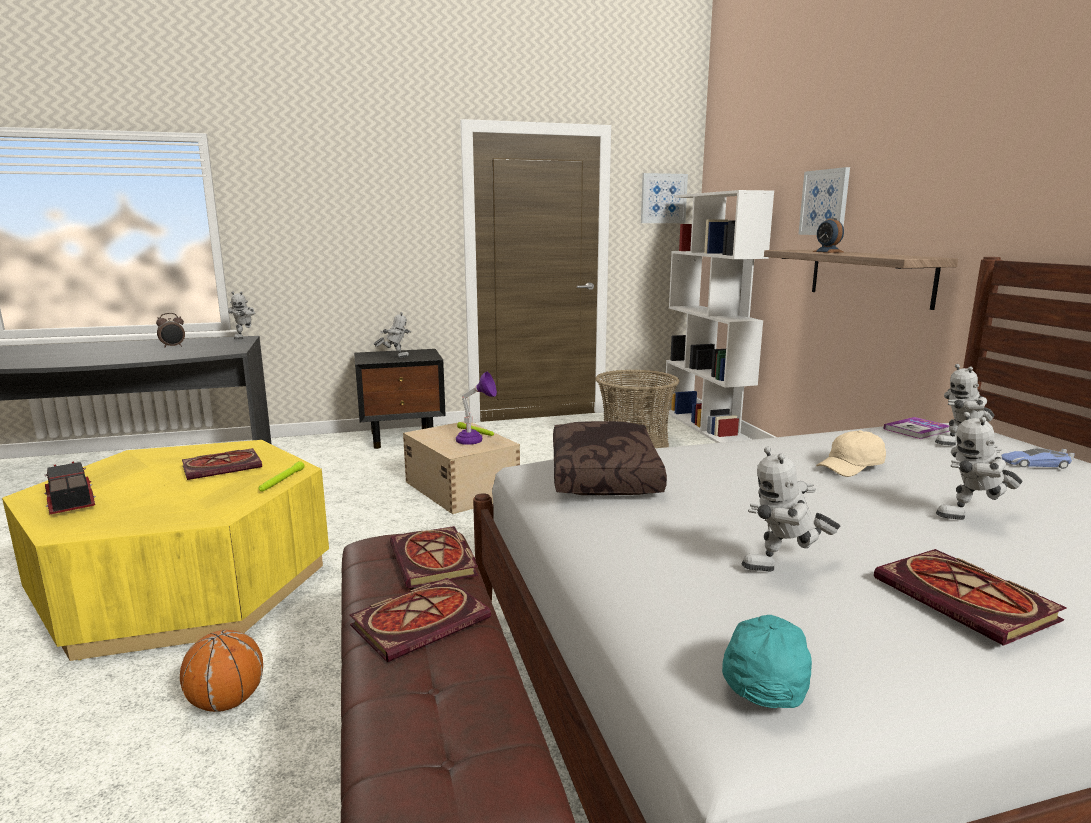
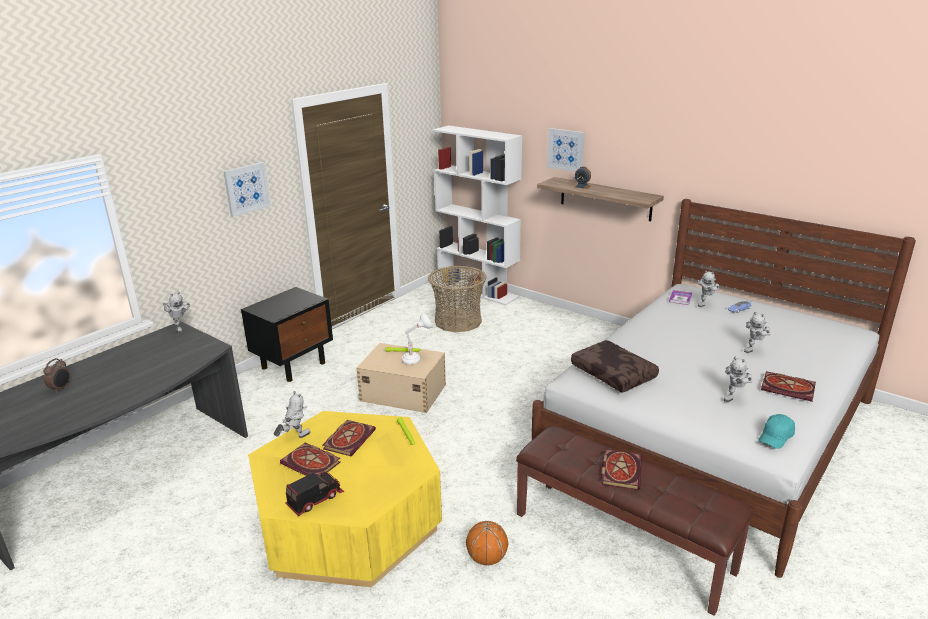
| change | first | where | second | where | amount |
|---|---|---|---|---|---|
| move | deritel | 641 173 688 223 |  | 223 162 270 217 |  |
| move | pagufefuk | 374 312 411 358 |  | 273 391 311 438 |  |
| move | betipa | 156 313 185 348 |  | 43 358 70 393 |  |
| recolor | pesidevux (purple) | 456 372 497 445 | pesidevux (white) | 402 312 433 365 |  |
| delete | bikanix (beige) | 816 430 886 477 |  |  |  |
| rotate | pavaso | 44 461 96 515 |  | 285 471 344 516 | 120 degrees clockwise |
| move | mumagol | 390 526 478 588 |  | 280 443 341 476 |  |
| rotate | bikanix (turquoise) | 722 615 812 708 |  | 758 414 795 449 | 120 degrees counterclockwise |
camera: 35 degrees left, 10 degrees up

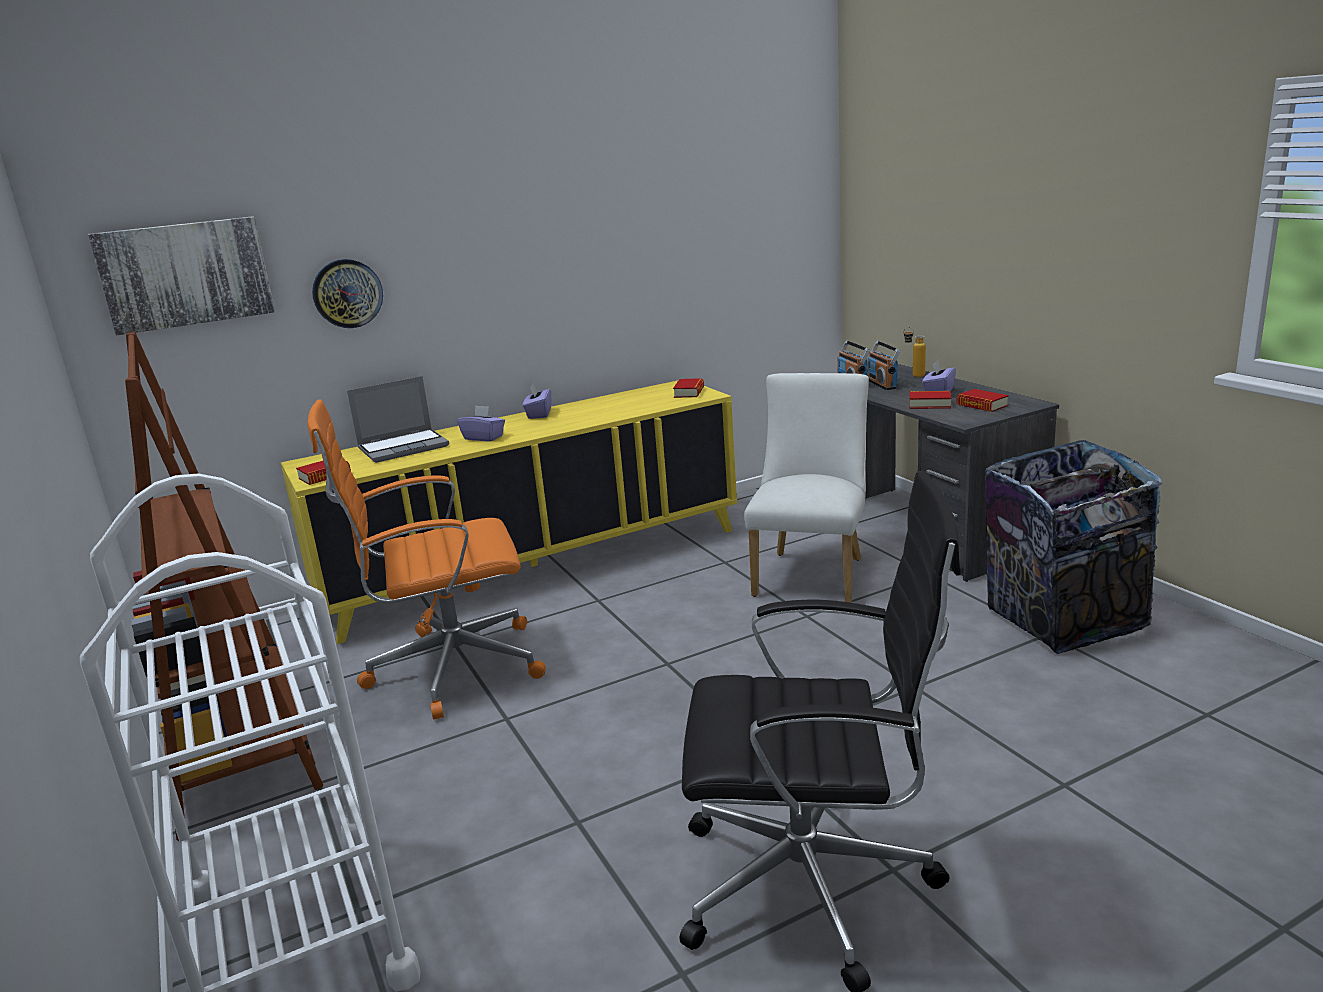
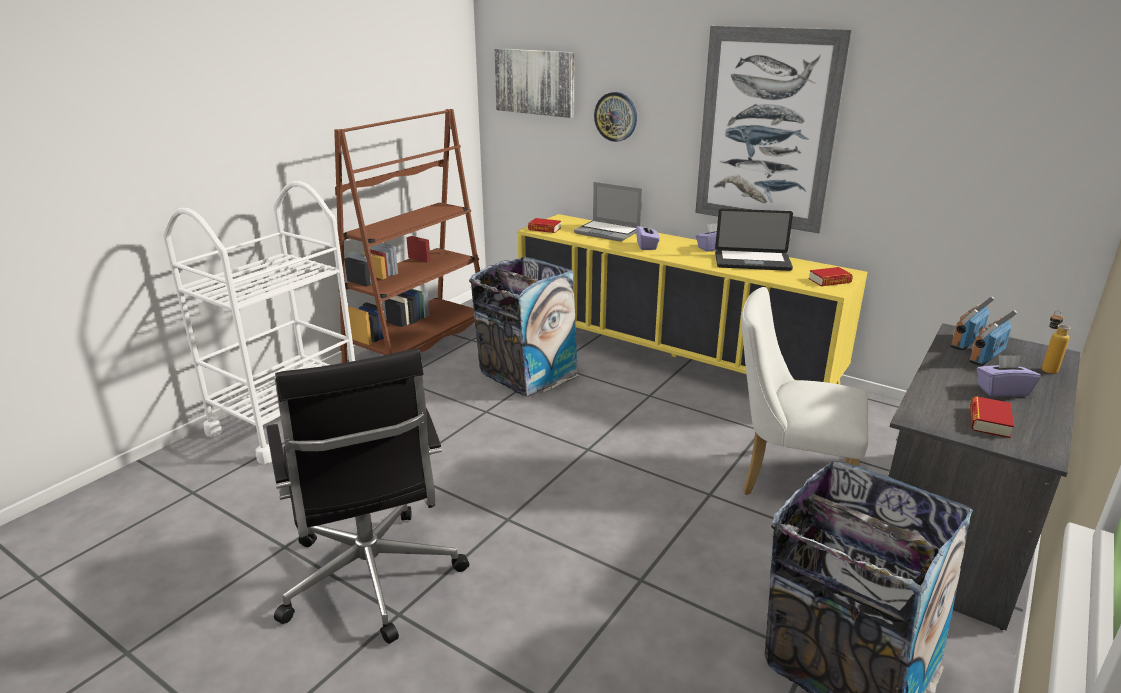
| change | first | where | second | where | amount |
|---|---|---|---|---|---|
| rotate | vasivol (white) | 744 373 869 603 |  | 741 287 868 495 | 150 degrees counterclockwise |
| delete | mumagol | 909 391 951 409 |  |  |  |
| replace | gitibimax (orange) | 307 399 546 719 | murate | 469 257 579 397 |  |
| insert |  |  | deritel | 695 26 852 233 |  |
| insert |  |  | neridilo | 715 209 793 271 |  |
camera: 60 degrees right, 5 degrees up

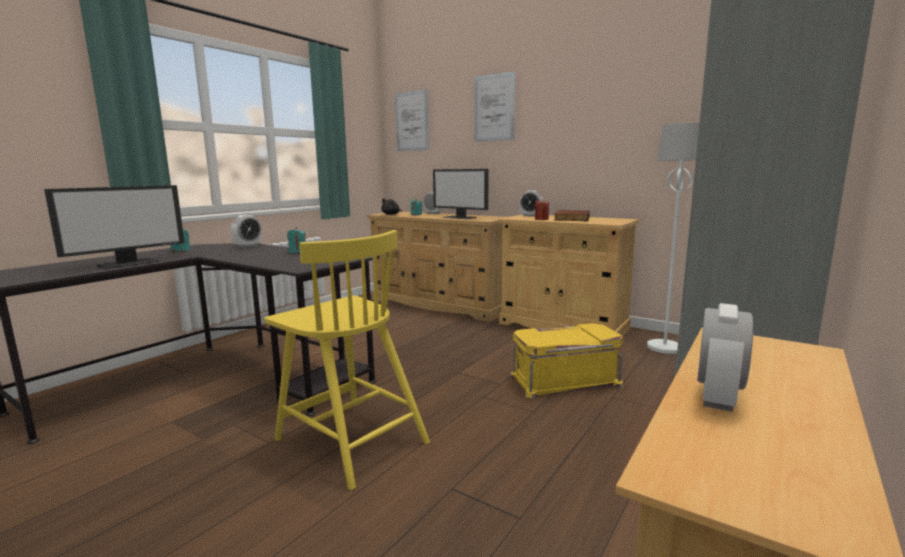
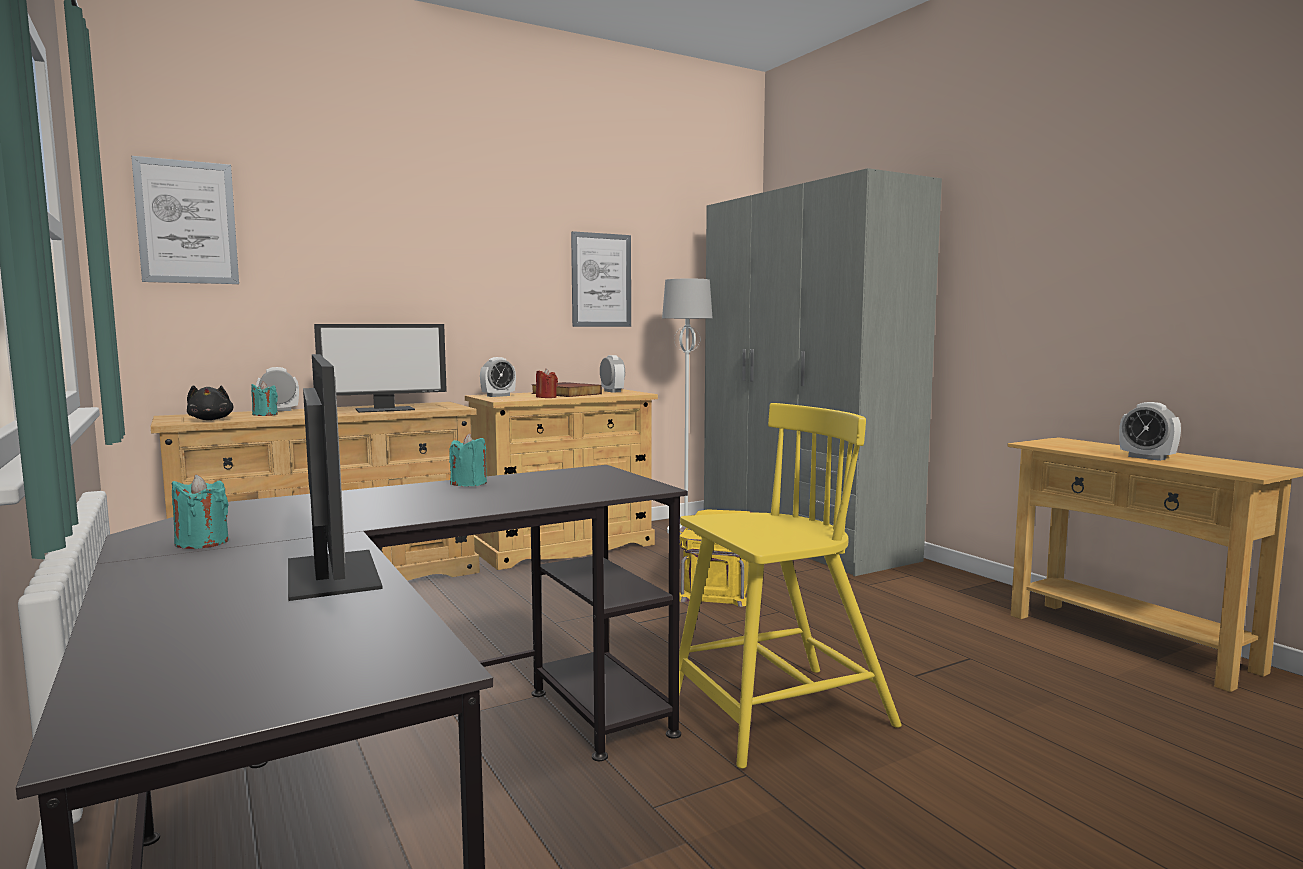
| change | first | where | second | where | amount |
|---|---|---|---|---|---|
| move | deritel | 475 71 515 141 |  | 571 231 631 327 |  |
| move | betipa | 231 215 262 248 |  | 600 355 625 393 |  |
camera: 65 degrees left, 5 degrees down

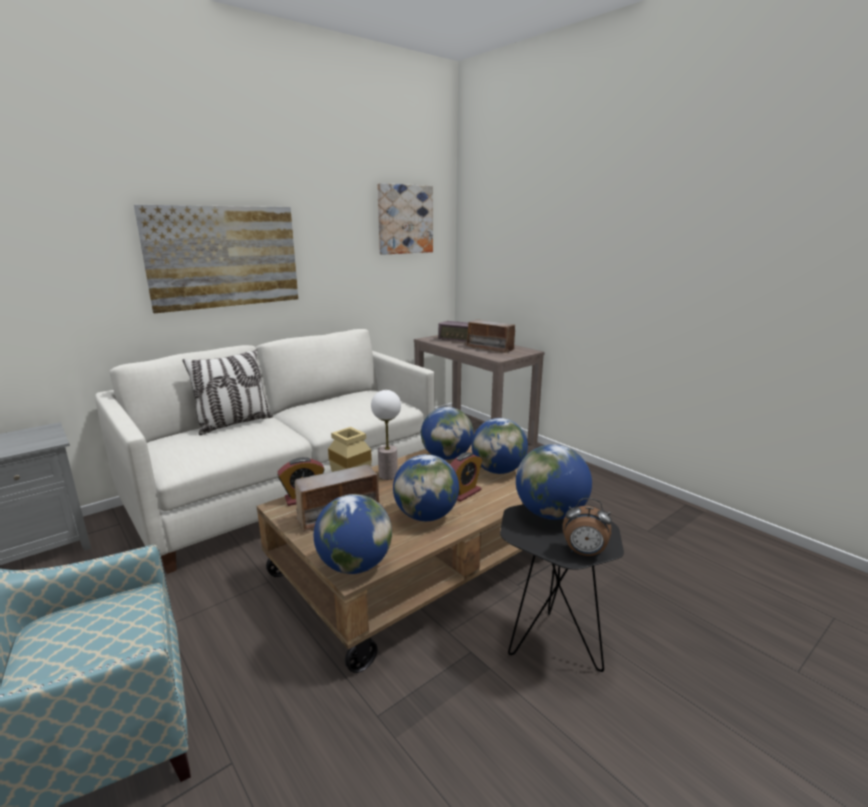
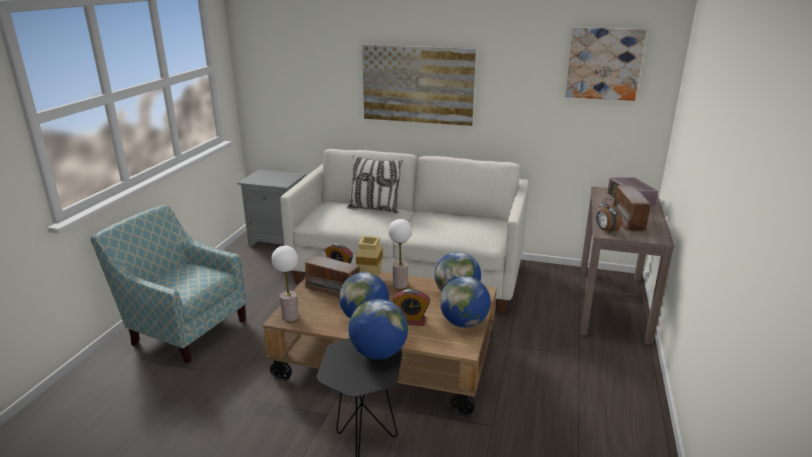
| change | first | where | second | where | amount |
|---|---|---|---|---|---|
| replace | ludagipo | 314 494 392 574 | pesidevux | 271 245 299 321 |  |
| move | betipa | 563 498 612 557 |  | 596 198 622 234 |  |
camera: 55 degrees right, 5 degrees up

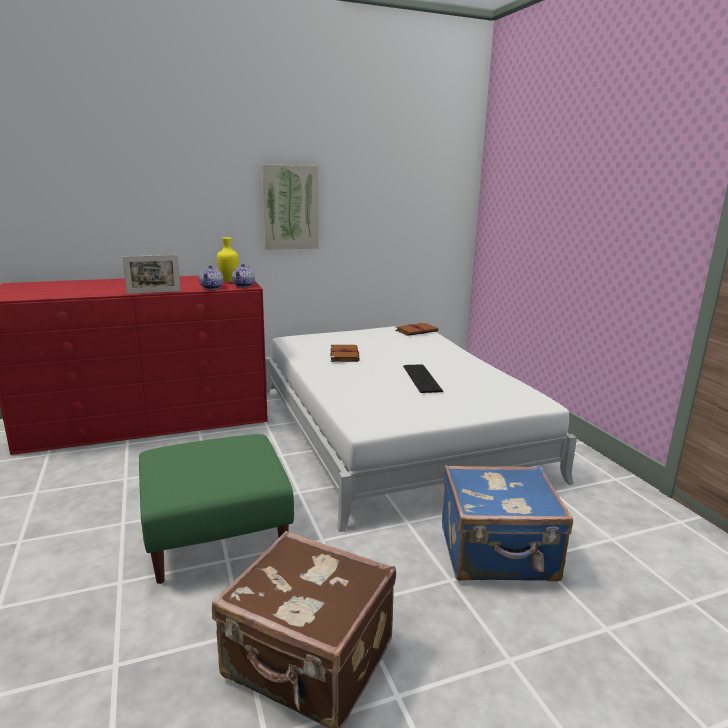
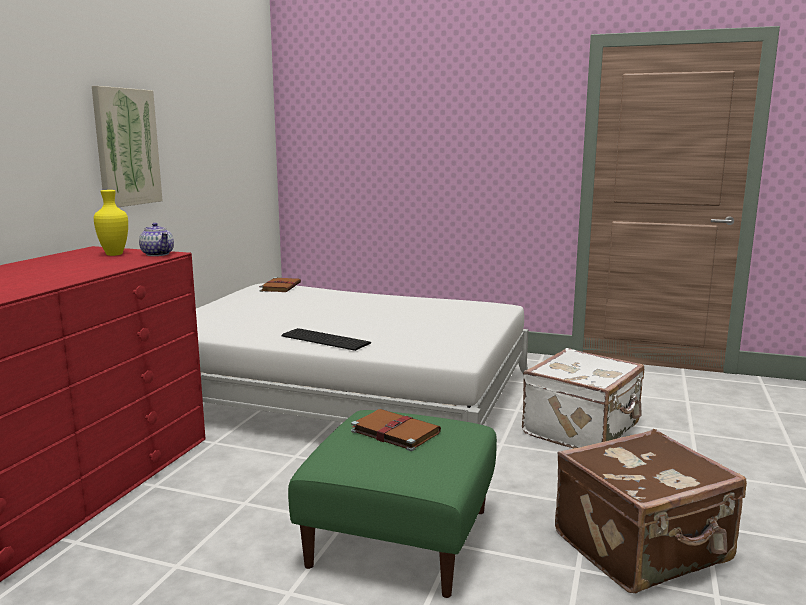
| change | first | where | second | where | amount |
|---|---|---|---|---|---|
| delete | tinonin | 122 255 181 294 |  |  |  |
| delete | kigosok | 199 265 223 289 |  |  |  |
| move | mumagol (brown) | 330 344 360 362 |  | 351 409 441 451 |  |
| move | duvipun | 403 364 444 393 |  | 281 328 371 351 |  |
| recolor | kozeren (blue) | 442 465 573 581 | kozeren (white) | 522 348 644 449 |  |
camera: 50 degrees left, 5 degrees down

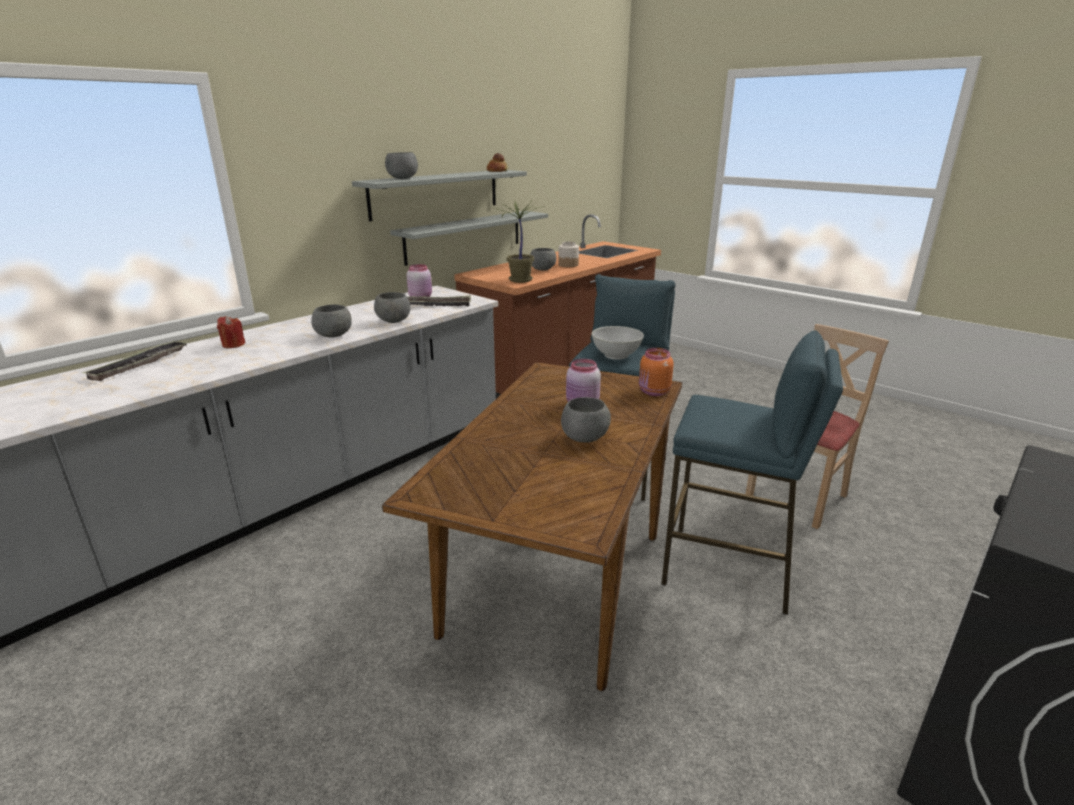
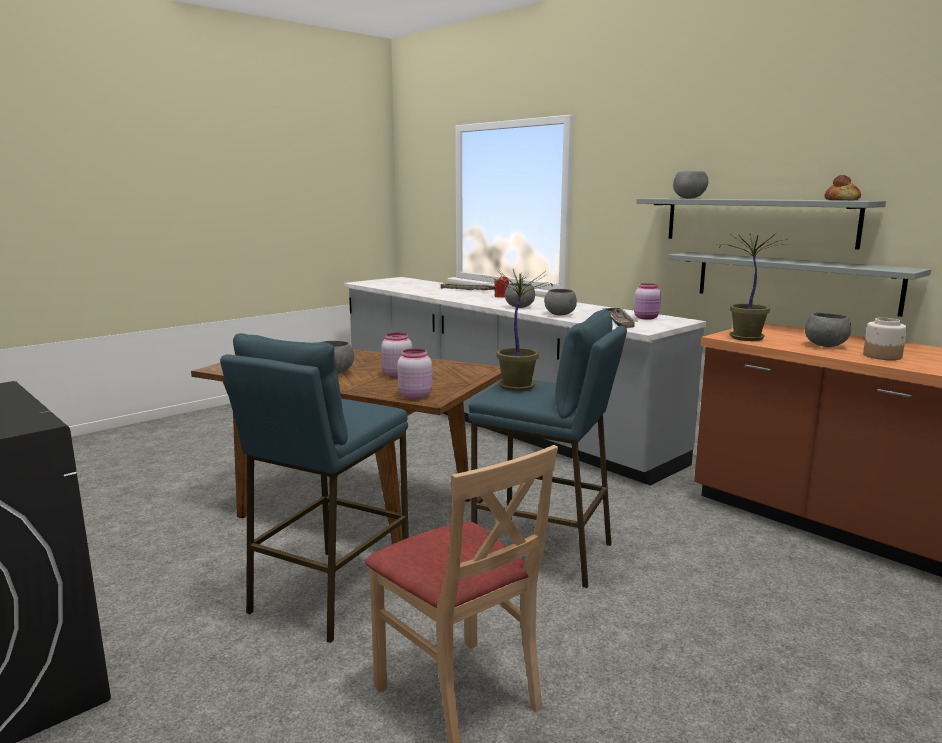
| change | first | where | second | where | amount |
|---|---|---|---|---|---|
| replace | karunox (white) | 592 326 644 360 | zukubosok | 483 269 553 391 |  |
| recolor | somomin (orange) | 639 348 674 396 | somomin (pink) | 397 349 432 399 |  |
camera: 95 degrees right, 10 degrees down

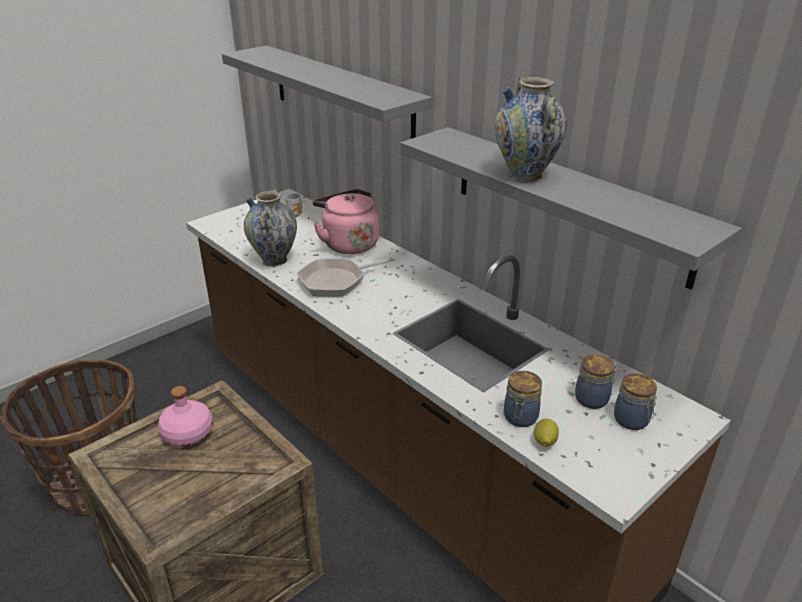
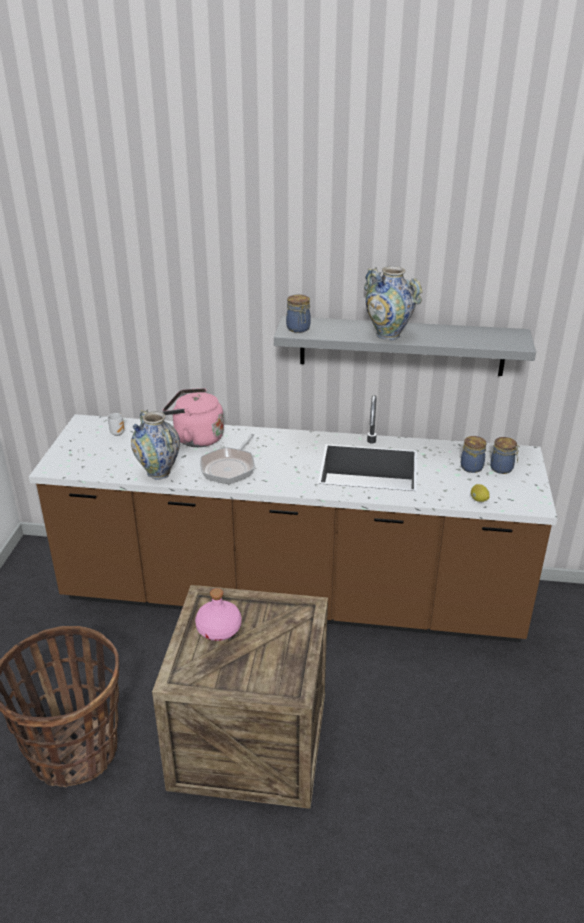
| change | first | where | second | where | amount |
|---|---|---|---|---|---|
| delete | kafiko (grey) | 222 45 432 139 |  |  |  |
| move | somomin | 504 371 542 427 |  | 286 294 311 333 |  |
camera: 40 degrees left, 0 degrees up

